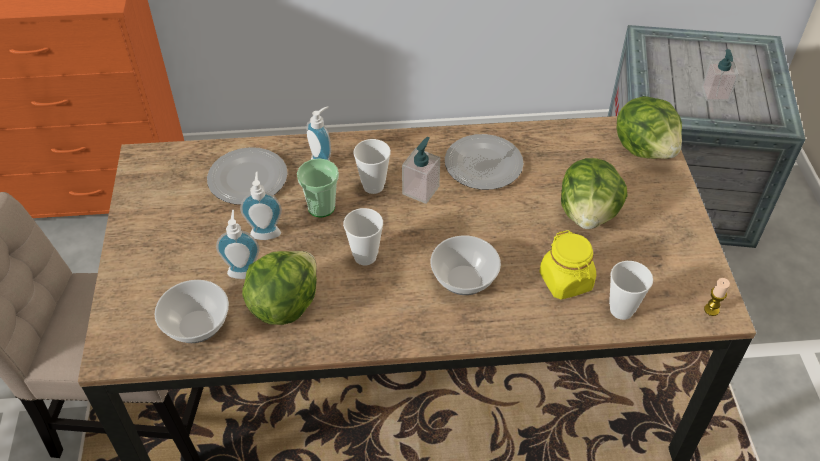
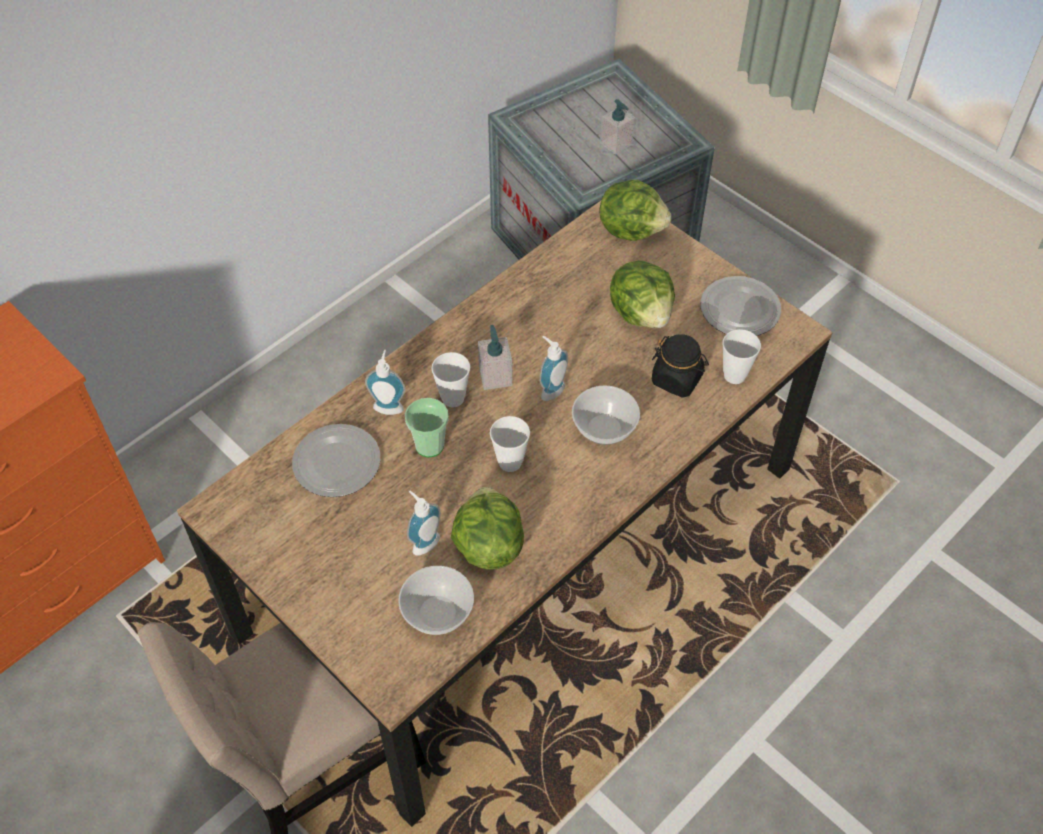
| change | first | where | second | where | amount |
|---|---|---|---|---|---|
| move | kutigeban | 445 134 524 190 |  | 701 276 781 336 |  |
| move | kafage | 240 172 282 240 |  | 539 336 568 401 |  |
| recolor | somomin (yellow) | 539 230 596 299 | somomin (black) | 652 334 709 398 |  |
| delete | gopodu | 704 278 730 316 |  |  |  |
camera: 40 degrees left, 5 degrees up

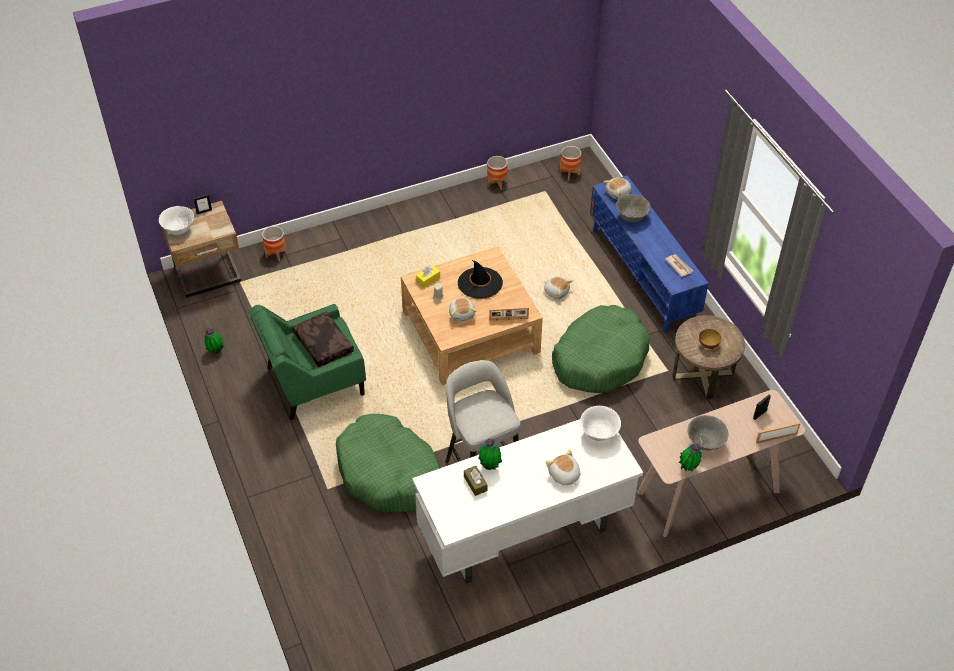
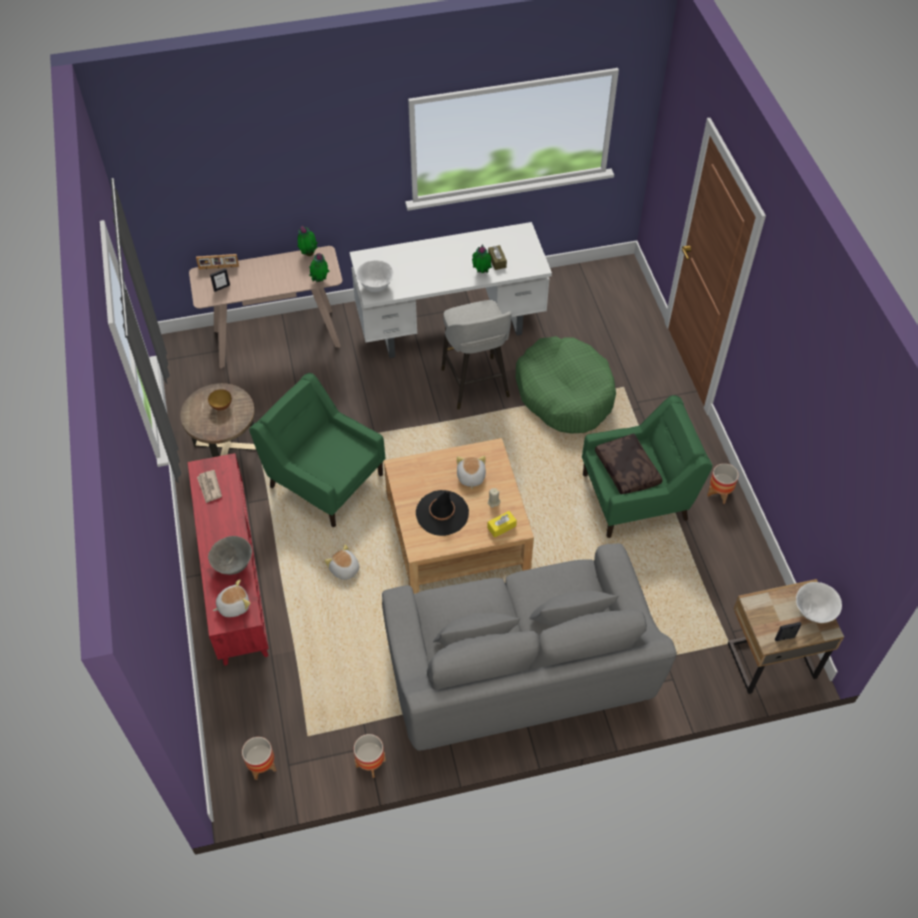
| change | first | where | second | where | amount |
|---|---|---|---|---|---|
| recolor | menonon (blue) | 590 175 709 333 | menonon (red) | 188 453 269 666 |  |
| move | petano | 262 226 287 262 |  | 707 463 739 504 |  |
| replace | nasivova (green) | 552 305 650 393 | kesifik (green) | 249 373 386 527 |  |
| delete | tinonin | 489 307 529 321 |  |  |  |
| move | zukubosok | 205 328 224 354 |  | 309 253 329 282 |  |
| delete | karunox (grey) | 687 415 728 450 |  |  |  |
| delete | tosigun | 546 449 580 486 |  |  |  |
| insert |  |  | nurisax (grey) | 382 543 677 751 |  |
camera: 170 degrees left, 5 degrees up

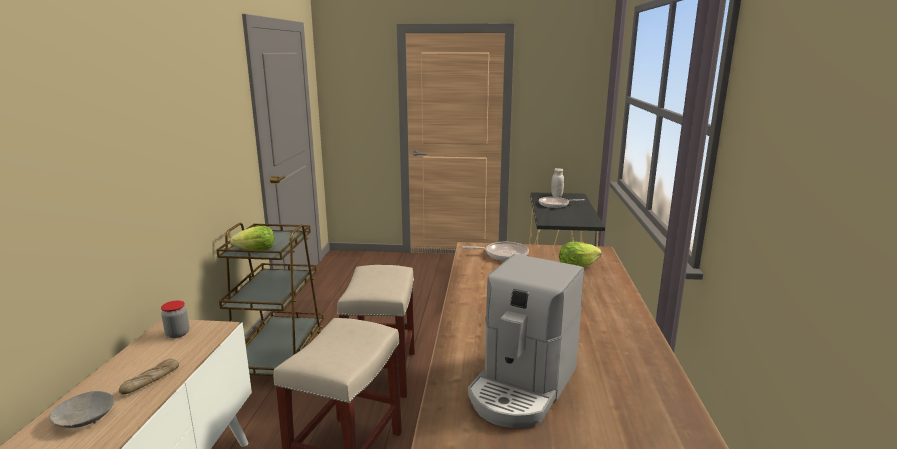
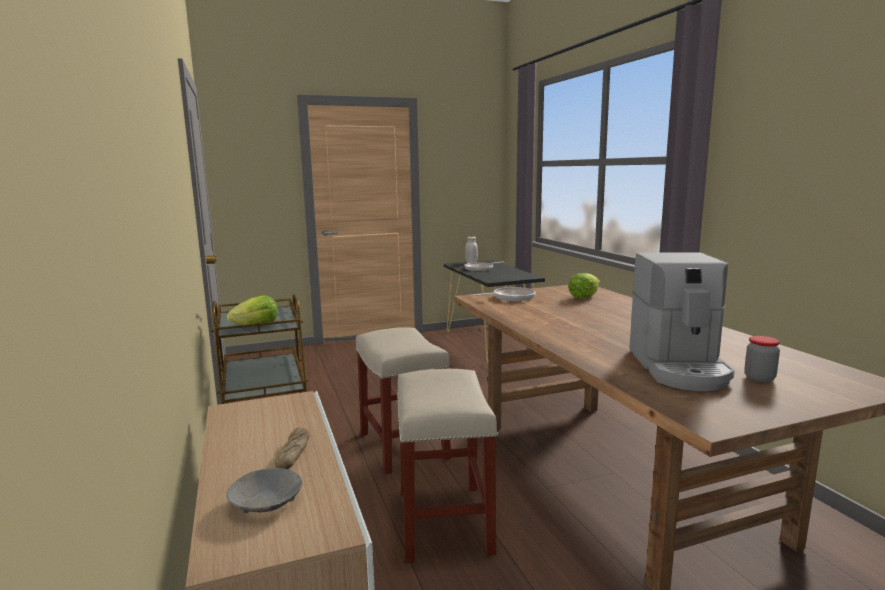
| change | first | where | second | where | amount |
|---|---|---|---|---|---|
| move | somomin | 161 301 189 338 |  | 744 336 780 382 |  |
camera: 25 degrees left, 5 degrees down

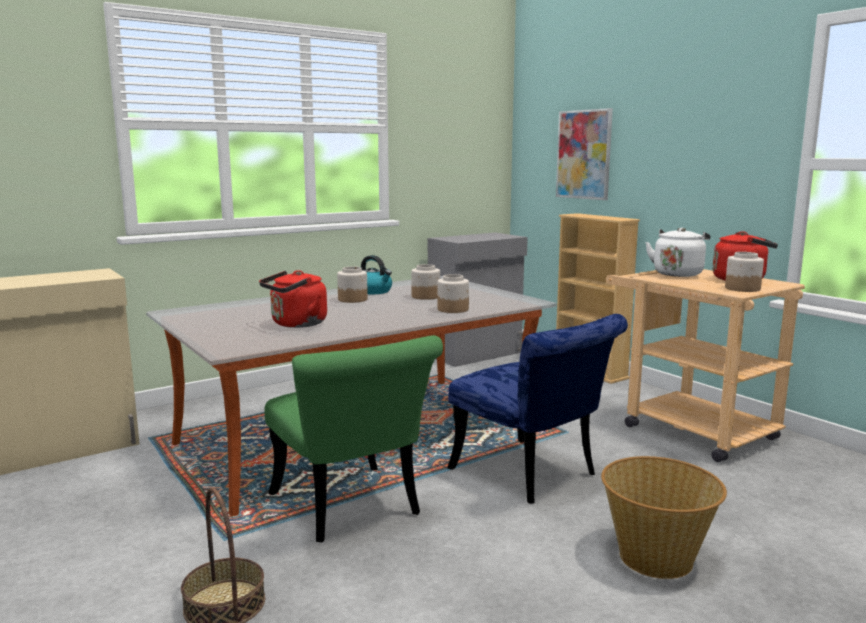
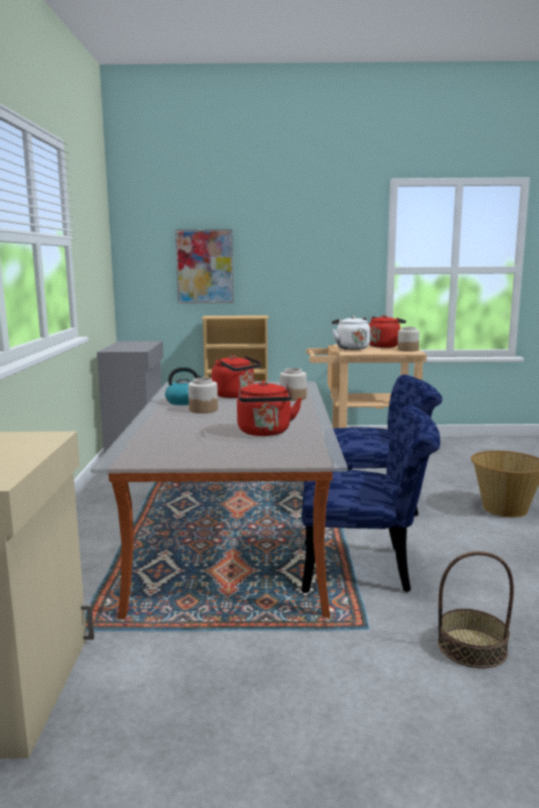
| change | first | where | second | where | amount |
|---|---|---|---|---|---|
| replace | somomin | 411 264 440 300 | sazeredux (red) | 212 355 262 398 |  |
| recolor | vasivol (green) | 264 335 443 542 | vasivol (blue) | 301 405 440 593 |  |
camera: 55 degrees left, 0 degrees up

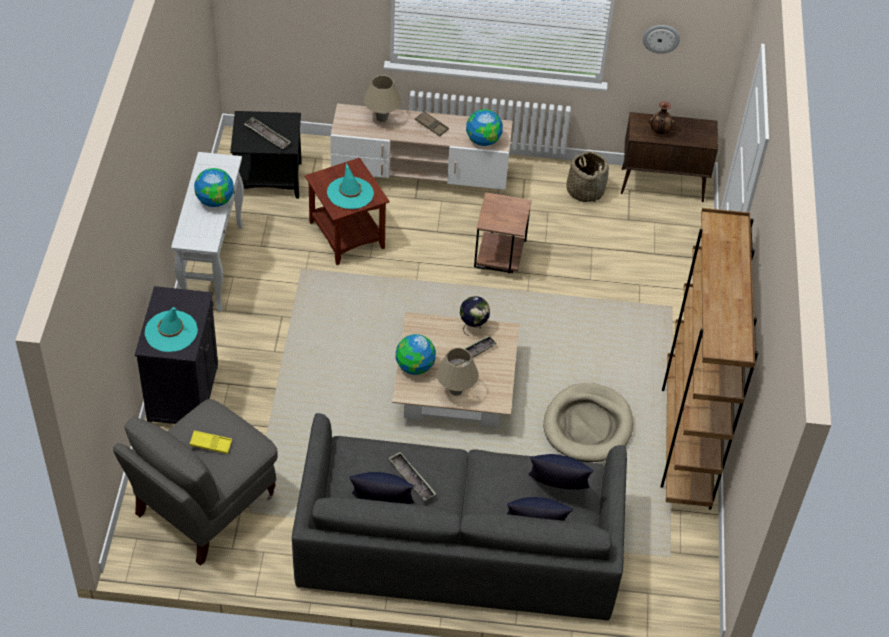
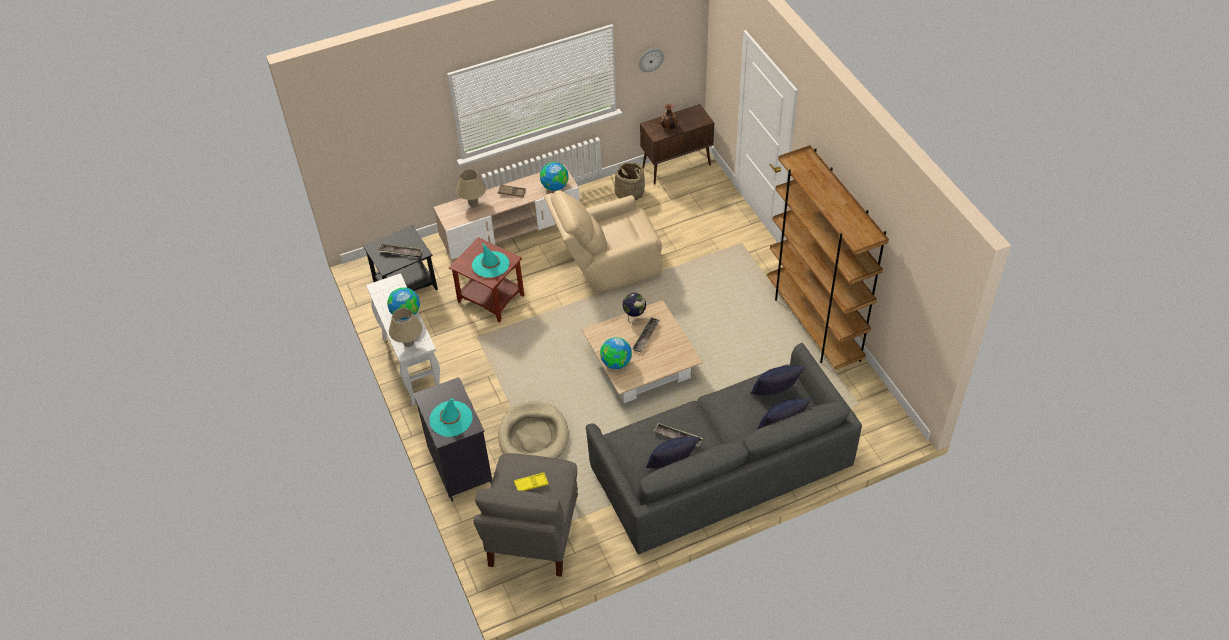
| change | first | where | second | where | amount |
|---|---|---|---|---|---|
| replace | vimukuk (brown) | 474 192 532 273 | kesifik (beige) | 544 190 662 292 |  |
| move | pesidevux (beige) | 436 348 479 396 |  | 389 308 423 347 |  |
| move | nasivova (beige) | 544 383 633 462 |  | 498 401 569 458 |  |
camera: 25 degrees left, 0 degrees up

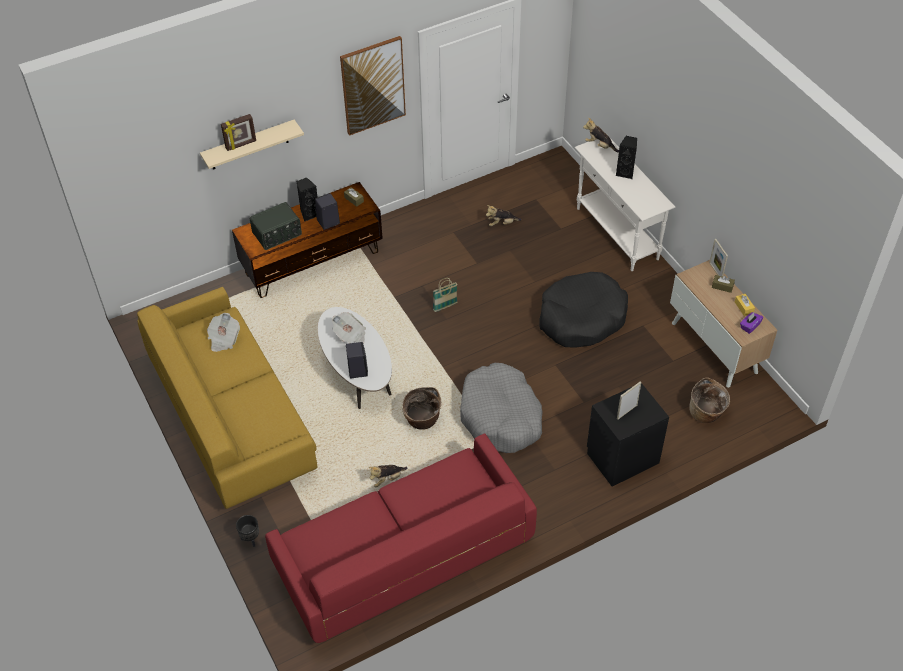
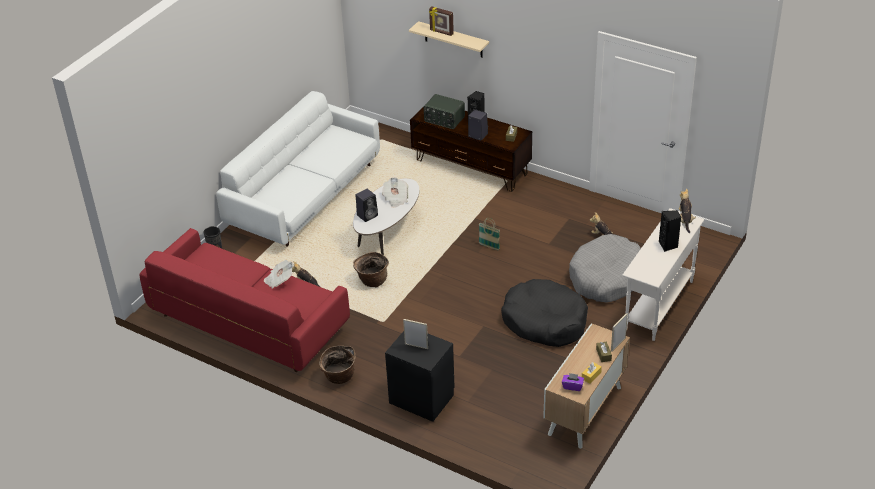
| change | first | where | second | where | amount |
|---|---|---|---|---|---|
| delete | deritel | 340 36 406 136 |  |  |  |
| recolor | nurisax (yellow) | 137 287 317 509 | nurisax (white) | 216 91 380 247 |  |
| move | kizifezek | 207 313 240 352 |  | 264 260 294 289 |  |
| move | nasivova (grey) | 460 363 543 453 |  | 569 234 641 303 |  |
| move | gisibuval | 689 377 730 423 |  | 319 346 355 384 |  |
camera: 60 degrees right, 10 degrees down

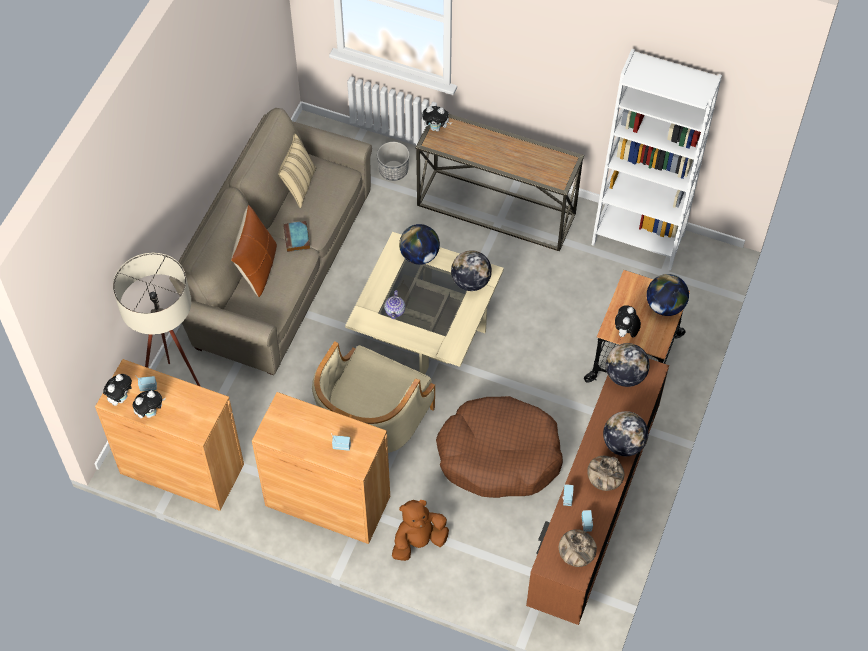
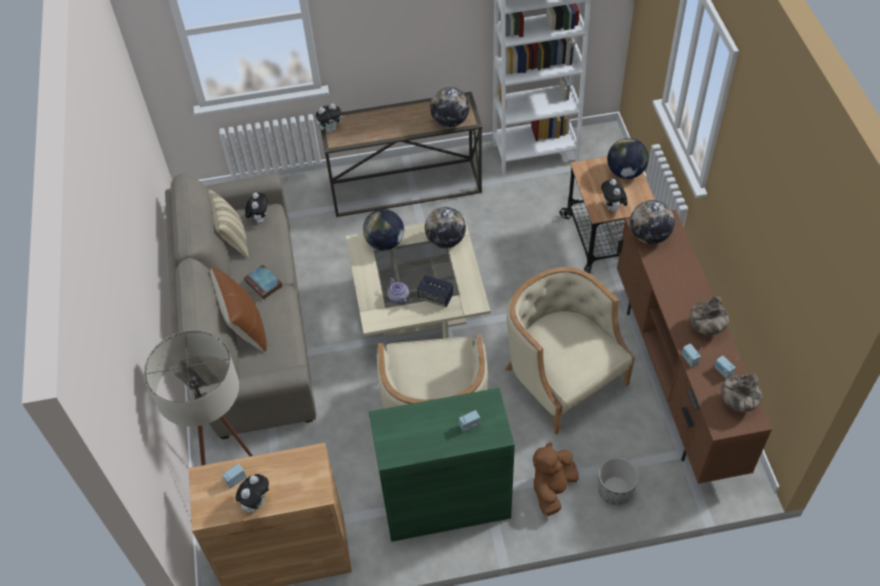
| change | first | where | second | where | amount |
|---|---|---|---|---|---|
| move | petano | 377 142 409 181 |  | 598 457 639 505 |  |
| move | tosigun | 103 374 132 406 |  | 245 192 268 224 |  |
| recolor | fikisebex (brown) | 252 392 390 544 | fikisebex (green) | 369 388 515 542 |  |
| replace | nasivova (brown) | 436 396 563 498 | kesifik (beige) | 505 267 635 435 |  |
| move | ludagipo | 603 411 648 456 |  | 430 87 469 127 |  |
| insert |  |  | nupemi | 417 275 453 307 |  |
camera: 30 degrees left, 5 degrees down

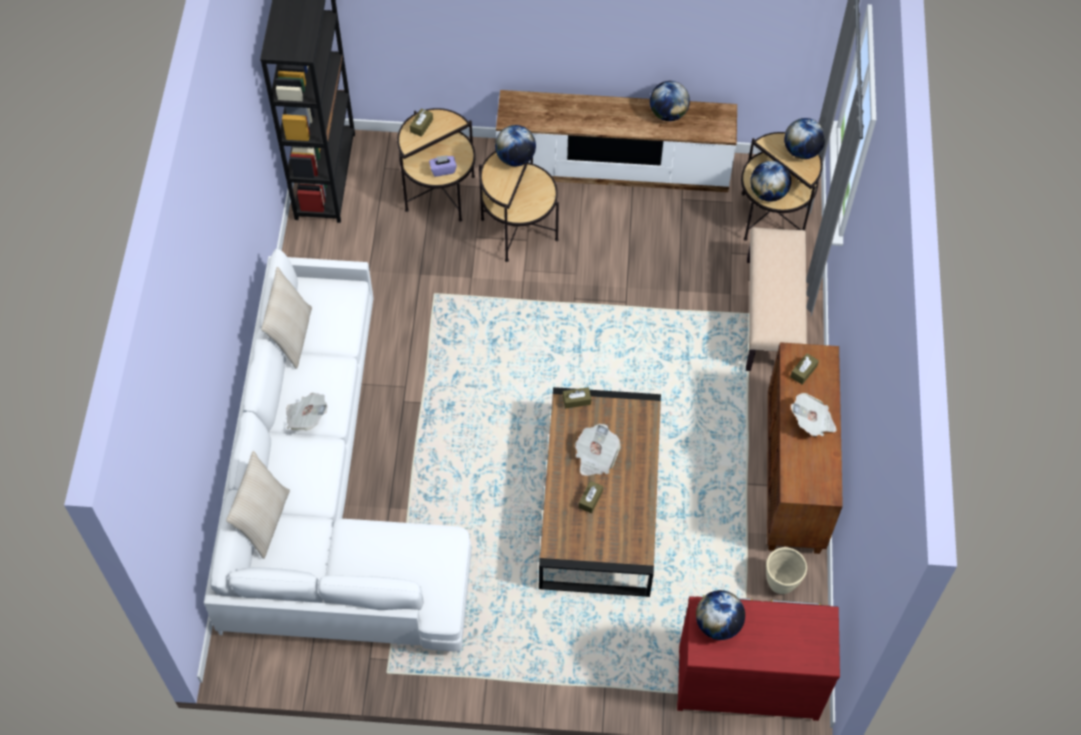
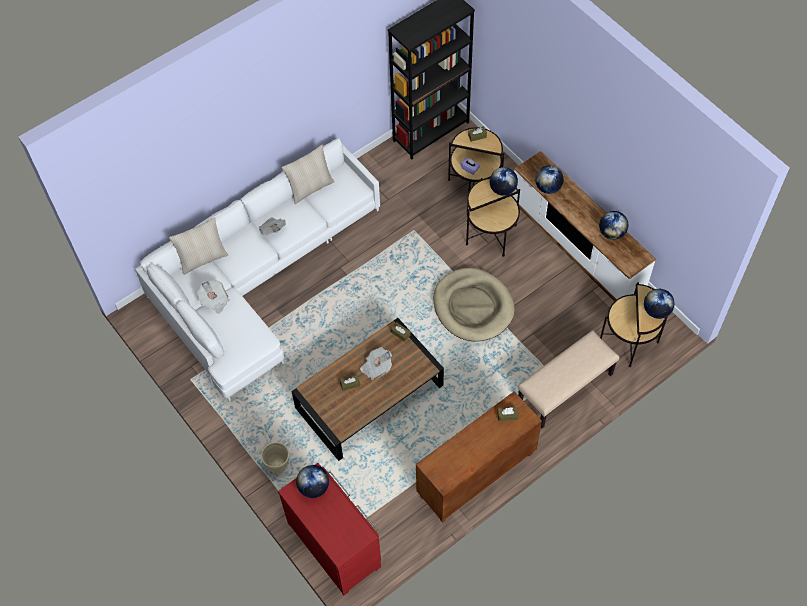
| change | first | where | second | where | amount |
|---|---|---|---|---|---|
| move | ludagipo | 750 161 791 202 |  | 535 166 564 194 |  |
| move | kizifezek | 791 393 837 437 |  | 197 280 230 314 |  |
| move | petano (beige) | 766 547 807 594 |  | 261 442 289 474 |  |
| insert |  |  | nasivova (beige) | 433 268 515 341 |  |
camera: 50 degrees right, 0 degrees up

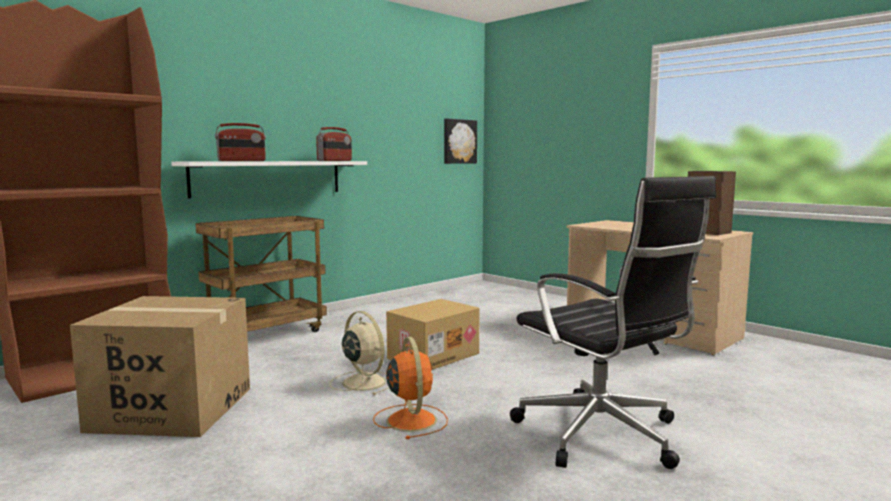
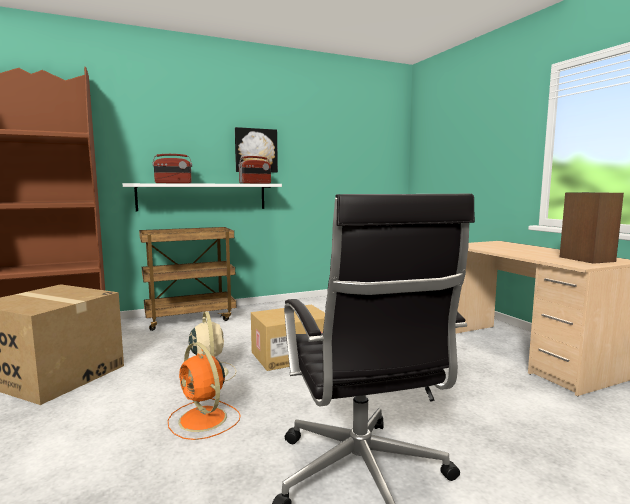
| change | first | where | second | where | amount |
|---|---|---|---|---|---|
| move | deritel | 444 119 477 164 |  | 235 127 278 173 |  |
| rotate | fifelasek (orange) | 373 337 448 439 |  | 168 342 241 440 | 135 degrees clockwise |
camera: 20 degrees right, 0 degrees up

